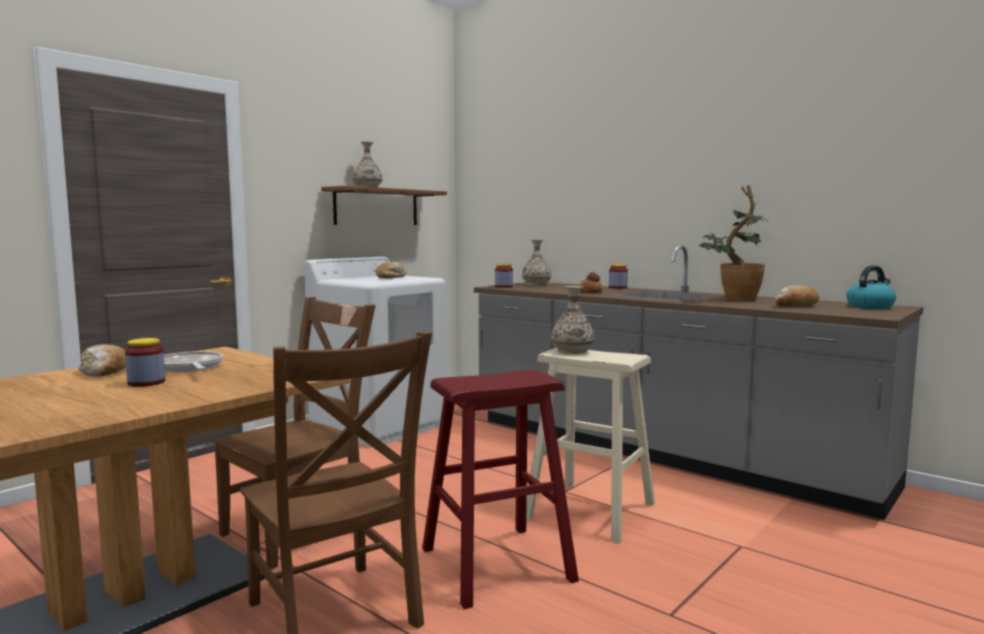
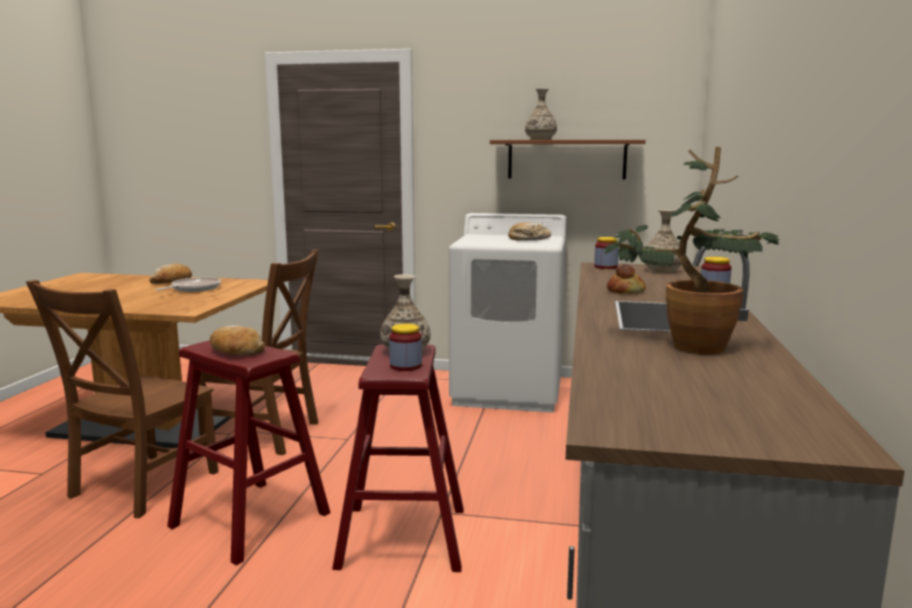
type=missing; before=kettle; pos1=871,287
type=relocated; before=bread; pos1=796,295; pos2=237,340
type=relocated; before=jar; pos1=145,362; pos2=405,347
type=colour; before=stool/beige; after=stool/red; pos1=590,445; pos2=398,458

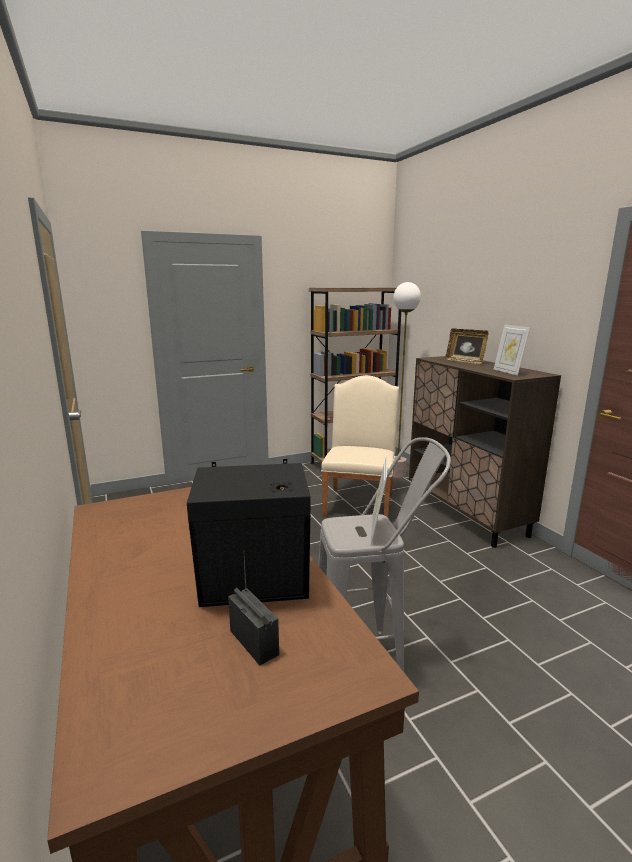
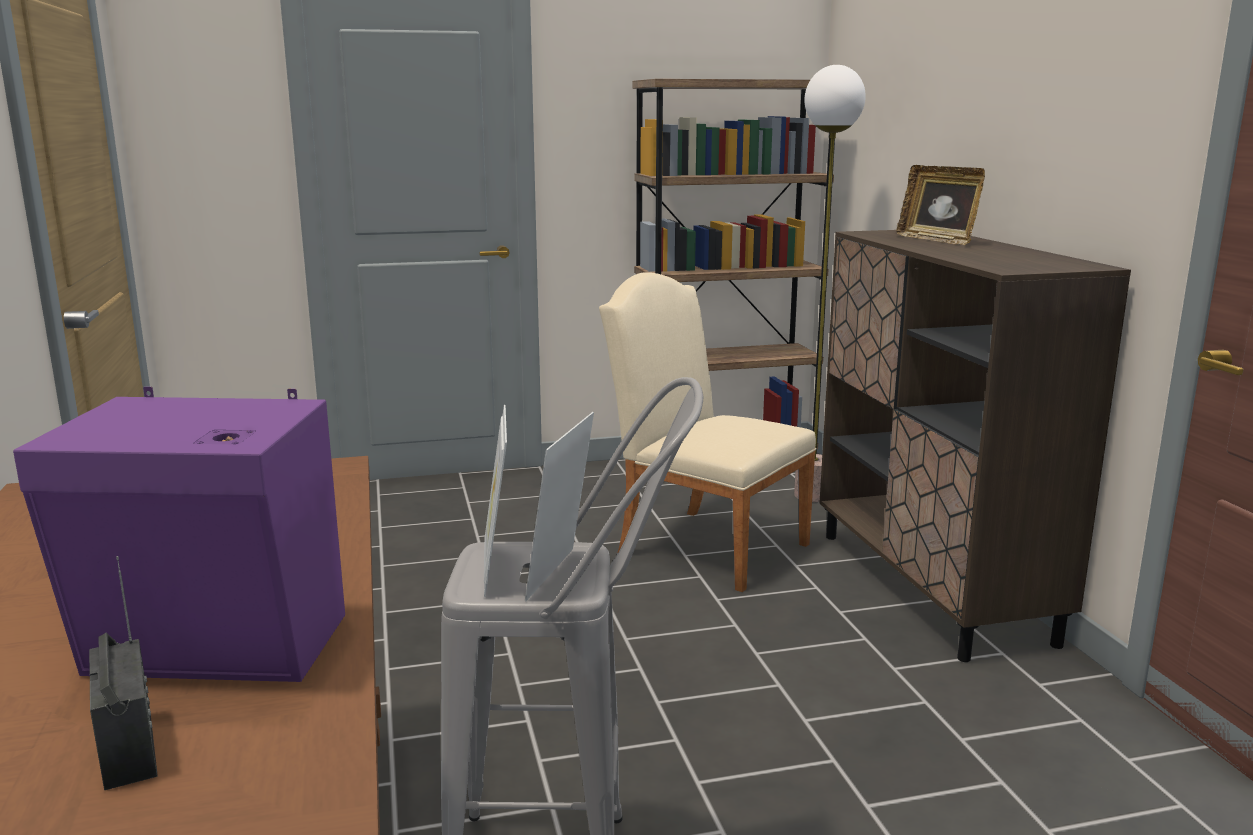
type=relocated; before=picture frame; pos1=512,350; pos2=495,501
type=spun; before=chair/beige; pos1=360,446; pos2=708,432; turn=-75
type=colour; before=speaker/black; after=speaker/purple; pos1=249,533; pos2=179,534

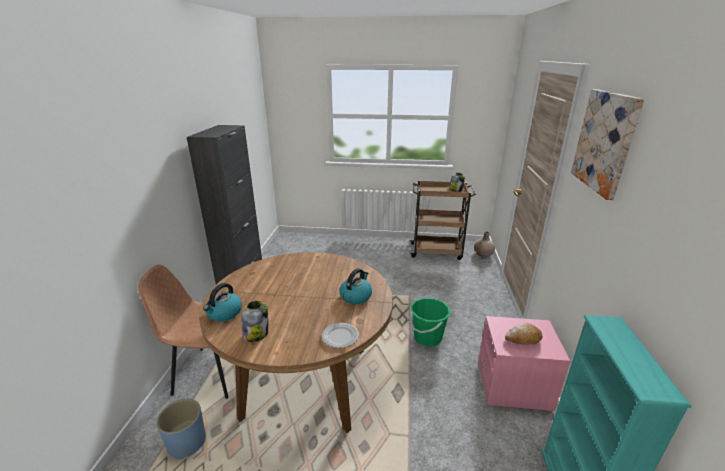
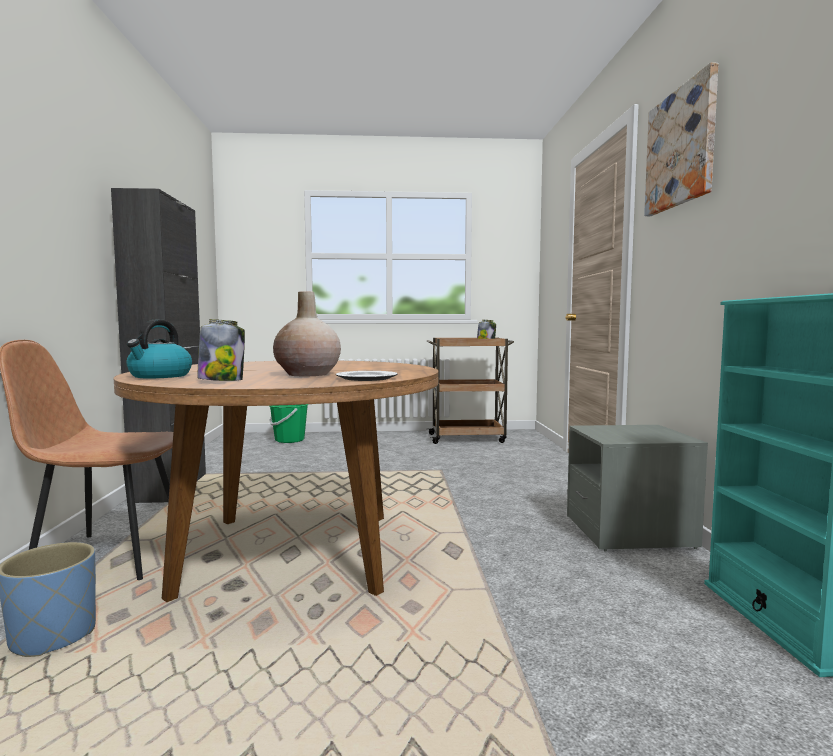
type=relocated; before=vase/beige; pos1=484,244; pos2=307,333
type=missing; before=kettle; pos1=356,286
type=relocated; before=bucket/green; pos1=430,322; pos2=288,423
type=colour; before=nightstand/pink; after=nightstand/grey; pos1=524,364; pos2=637,488
type=missing; before=bread; pos1=523,334

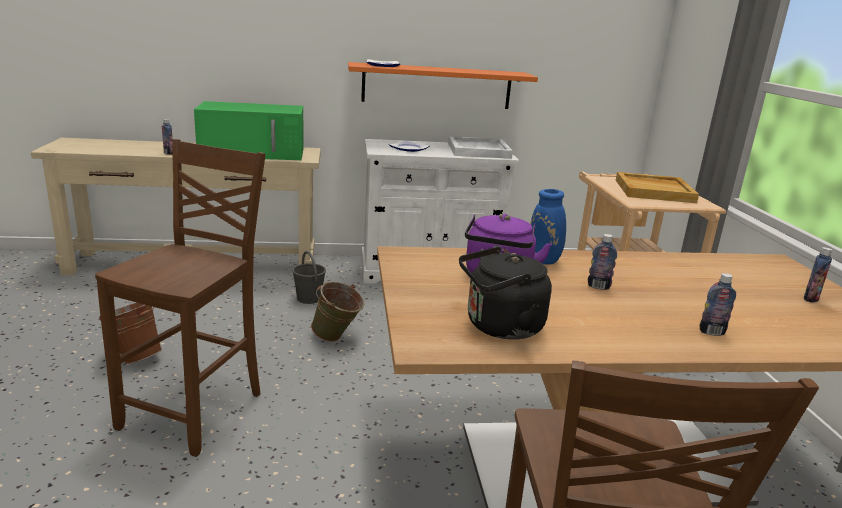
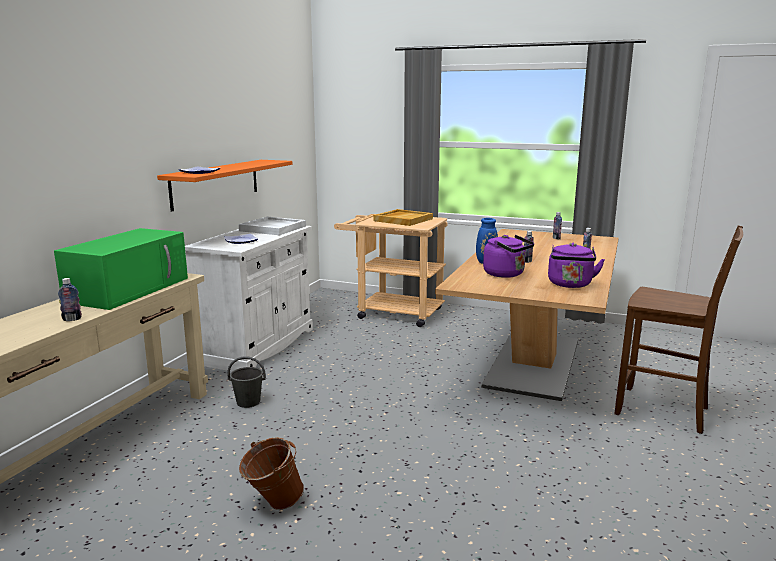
type=missing; before=chair/brown; pos1=180,298
type=colour; before=kettle/black; after=kettle/purple; pos1=505,293; pos2=576,265
type=missing; before=bucket/green; pos1=338,311

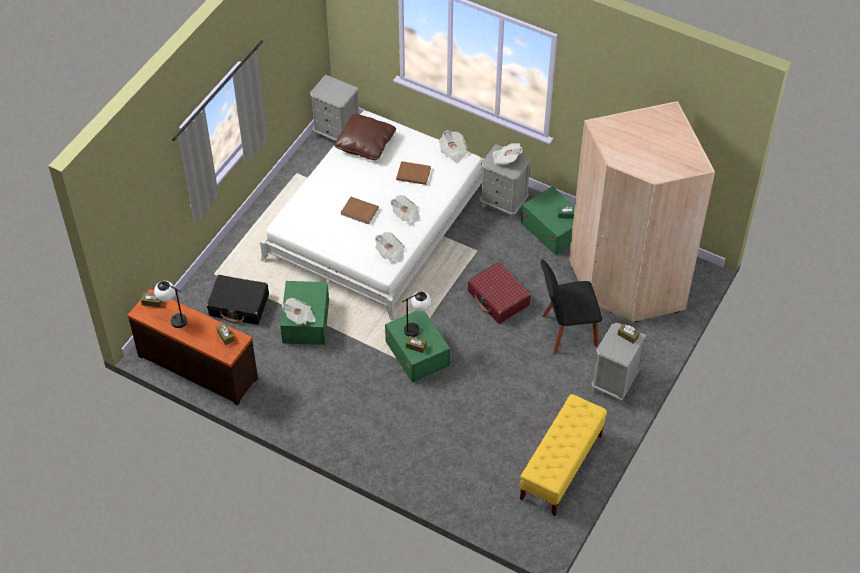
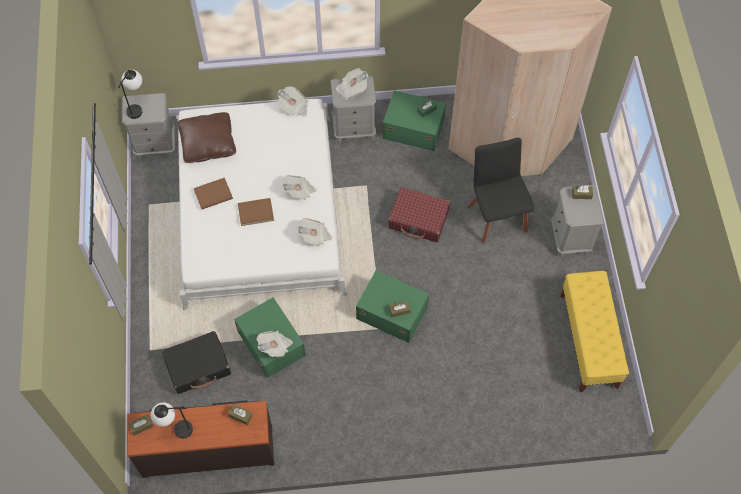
type=relocated; before=book/brown; pos1=413,173; pos2=213,193
type=spun; before=chair/black; pos1=571,307; pos2=500,190; turn=120
type=relocated; before=table lamp; pos1=416,314; pos2=130,94

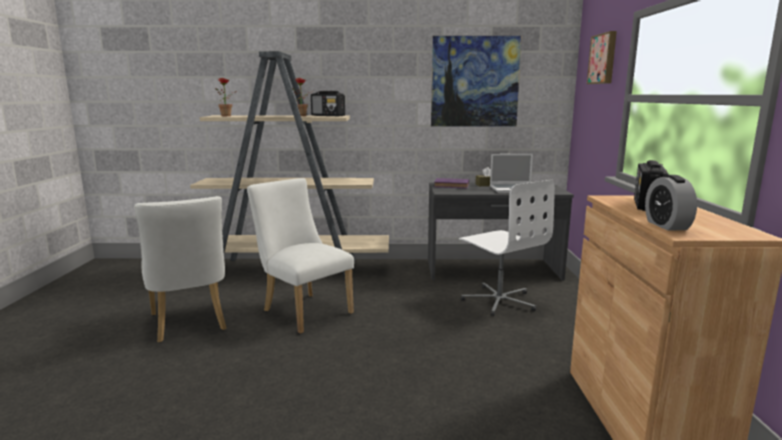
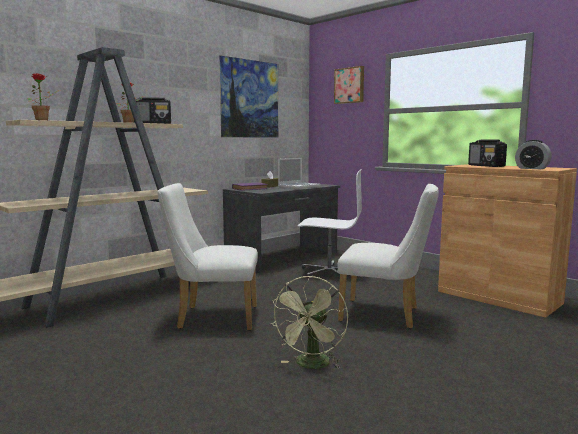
type=relocated; before=chair/white; pos1=180,269; pos2=388,256
type=appeared; after=fan/green; pos2=309,322

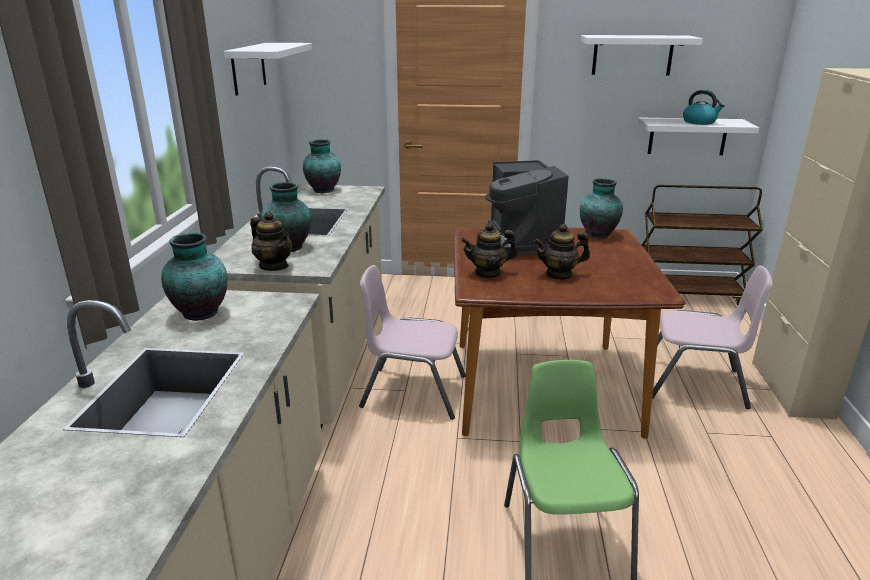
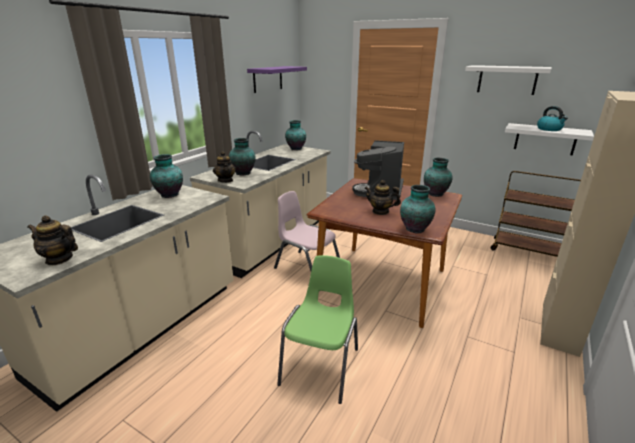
type=colour; before=shelf/white; after=shelf/purple; pos1=268,69; pos2=277,79
type=relocated; before=teapot; pos1=489,251; pos2=52,240
type=missing; before=chair/pink; pos1=712,337
type=appeared; after=vase; pos2=418,209

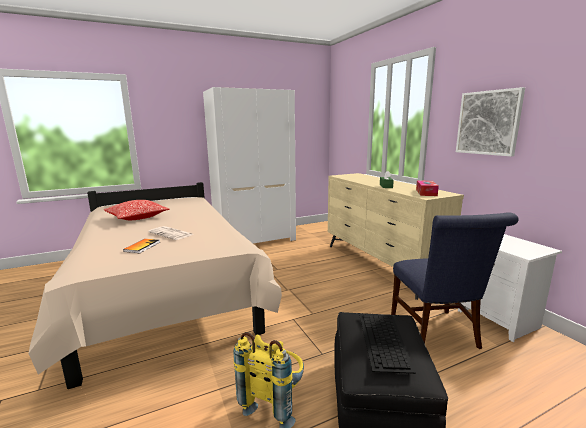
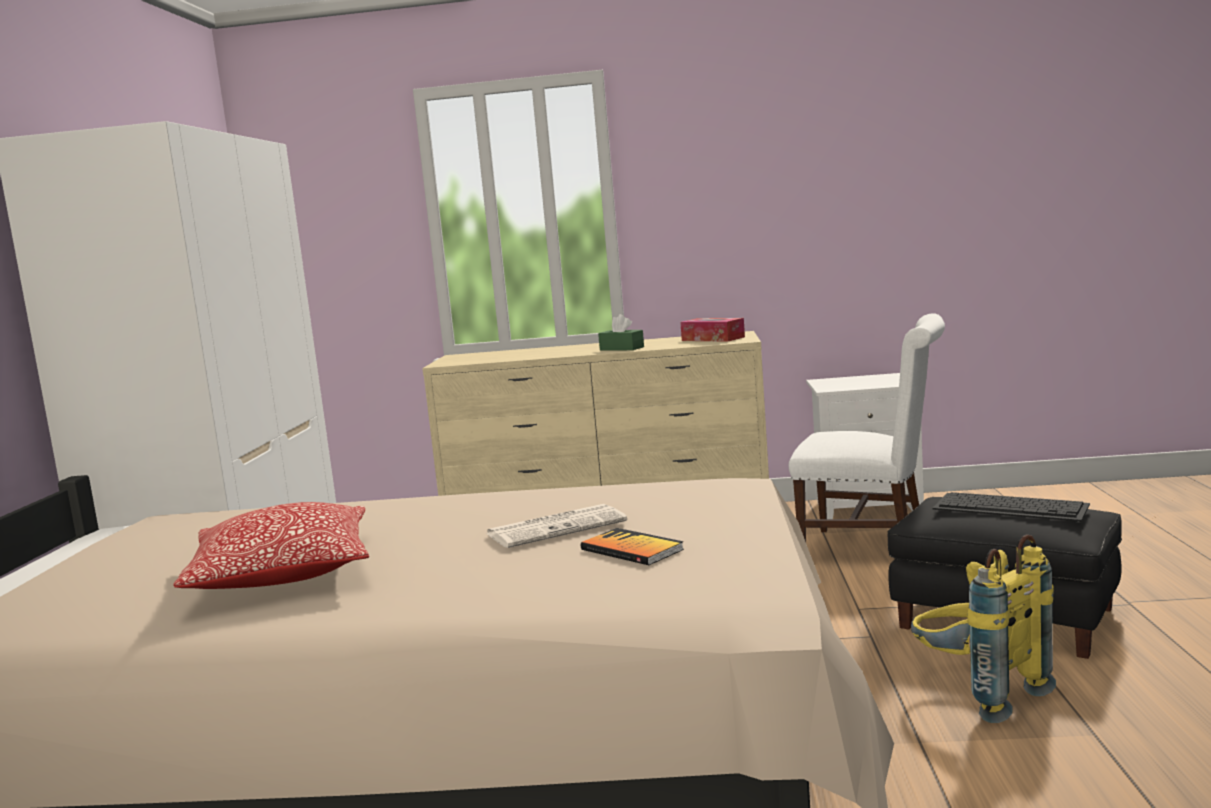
type=missing; before=picture; pos1=490,121
type=colour; before=chair/blue; after=chair/white; pos1=455,280; pos2=867,427

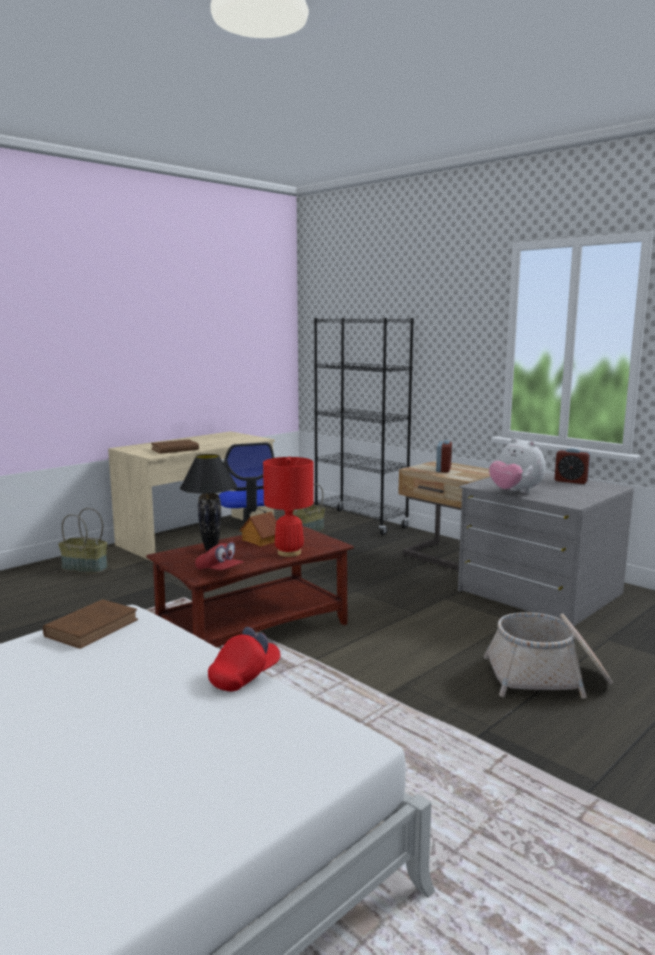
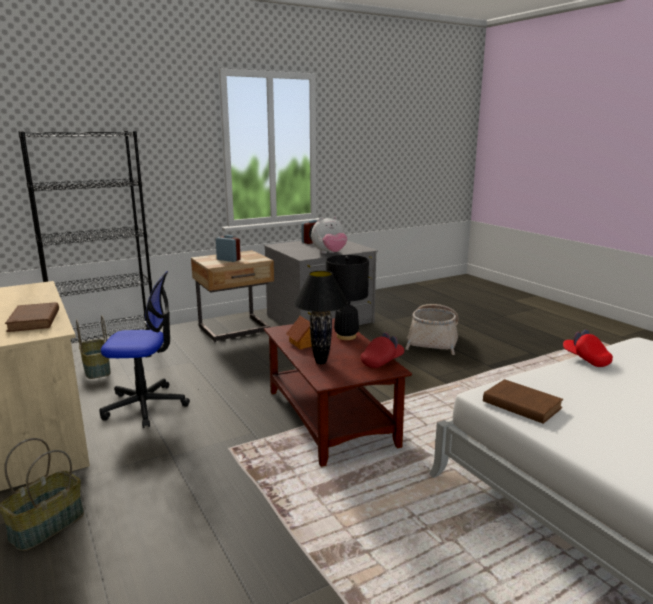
type=colour; before=table lamp/red; after=table lamp/black; pos1=288,507; pos2=347,297

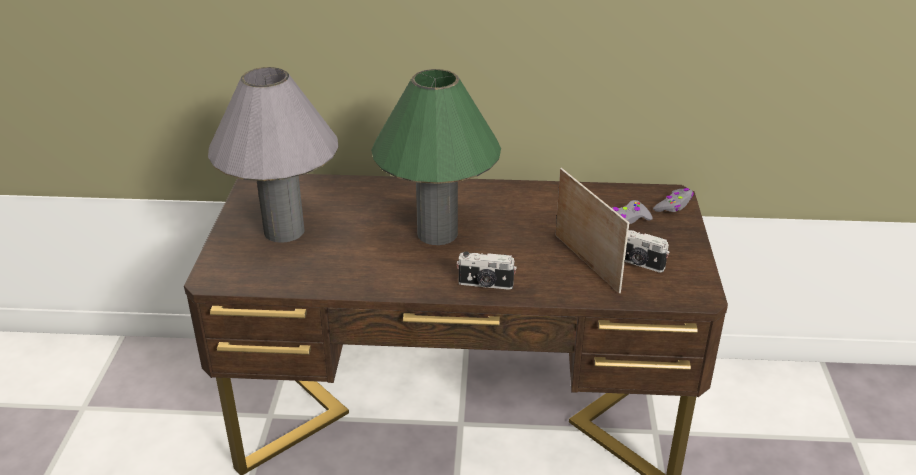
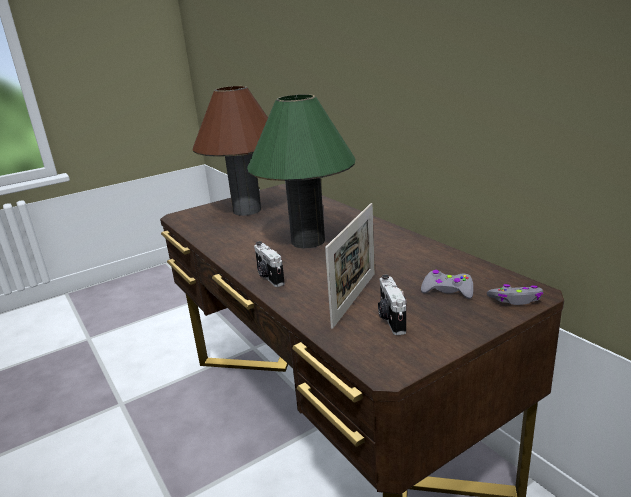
type=colour; before=table lamp/grey; after=table lamp/brown; pos1=273,155; pos2=230,151

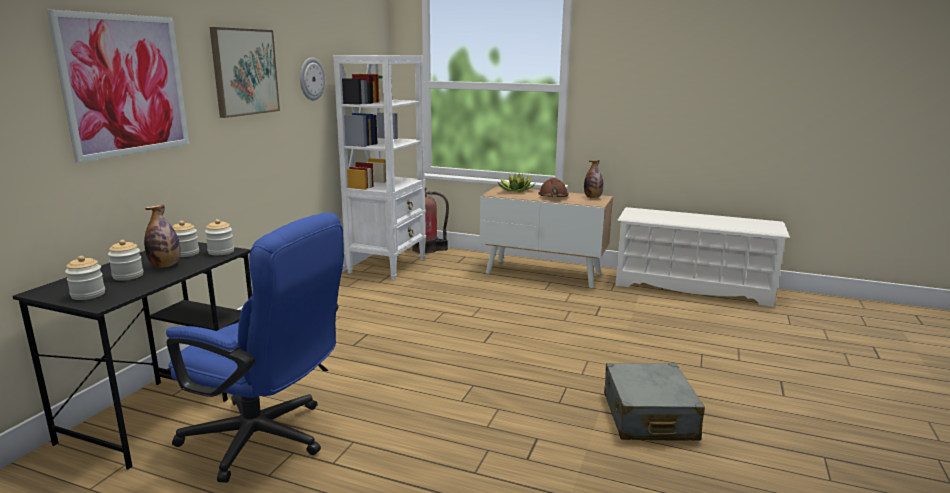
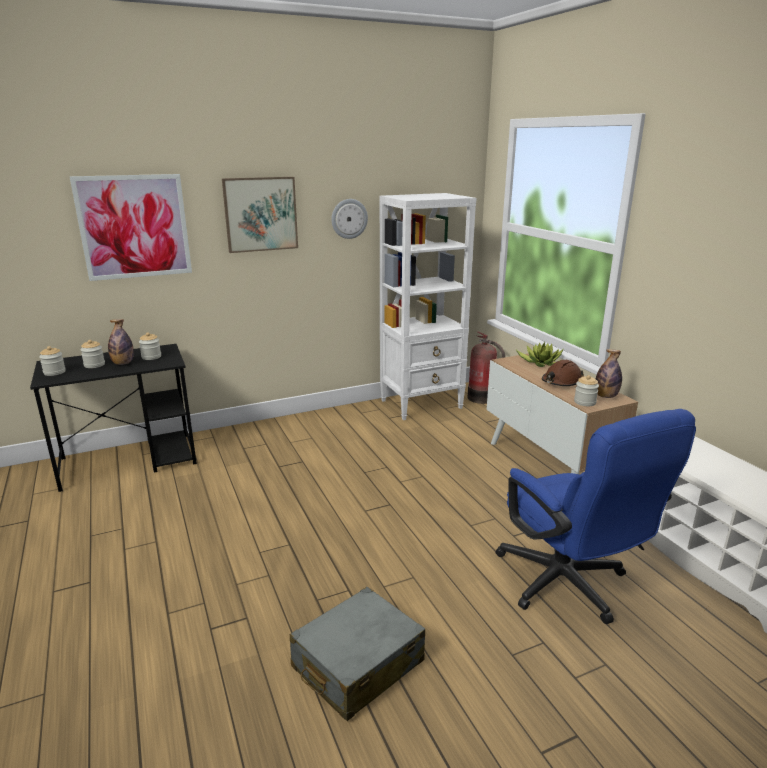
type=relocated; before=office chair/blue; pos1=255,347; pos2=595,516
type=relocated; before=jar; pos1=219,237; pos2=586,390

